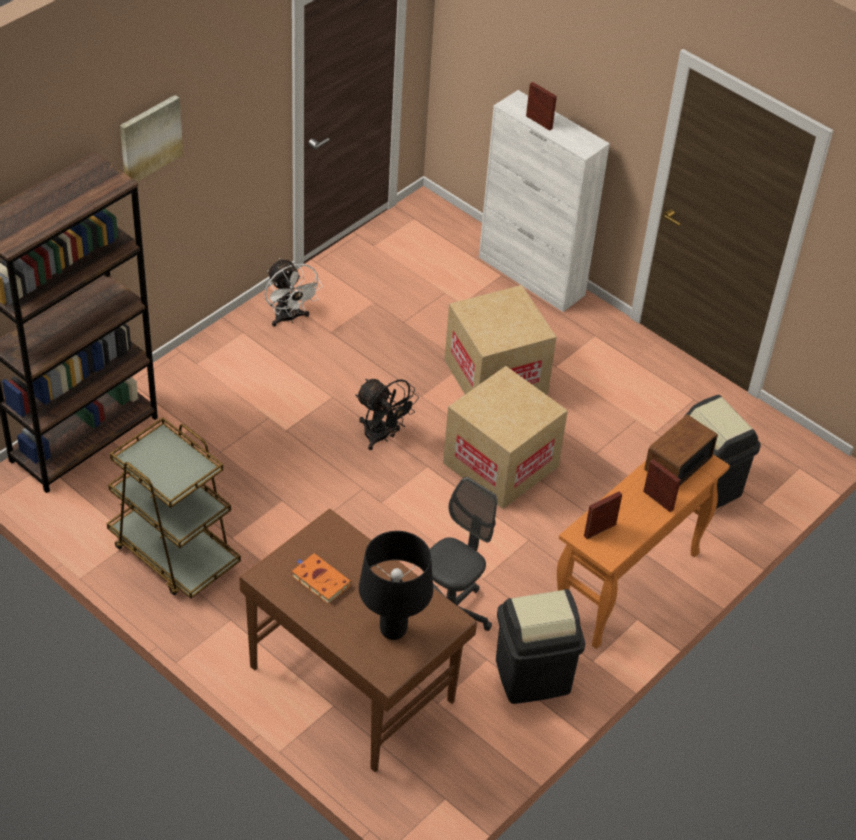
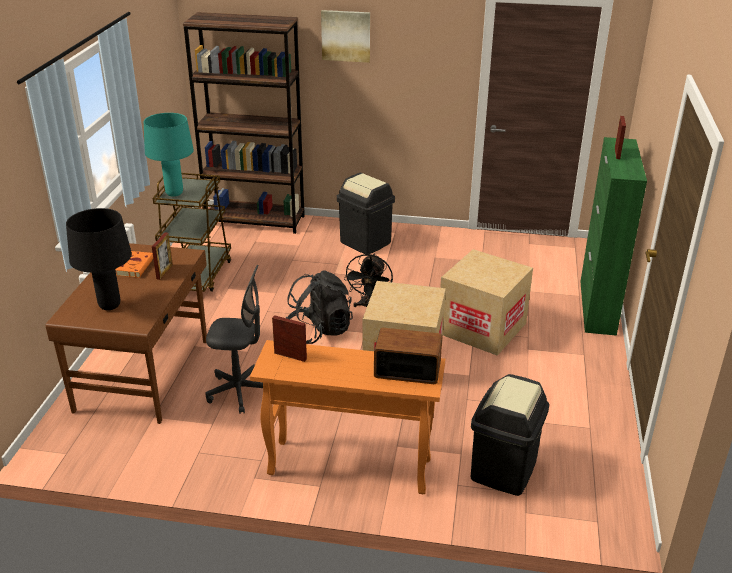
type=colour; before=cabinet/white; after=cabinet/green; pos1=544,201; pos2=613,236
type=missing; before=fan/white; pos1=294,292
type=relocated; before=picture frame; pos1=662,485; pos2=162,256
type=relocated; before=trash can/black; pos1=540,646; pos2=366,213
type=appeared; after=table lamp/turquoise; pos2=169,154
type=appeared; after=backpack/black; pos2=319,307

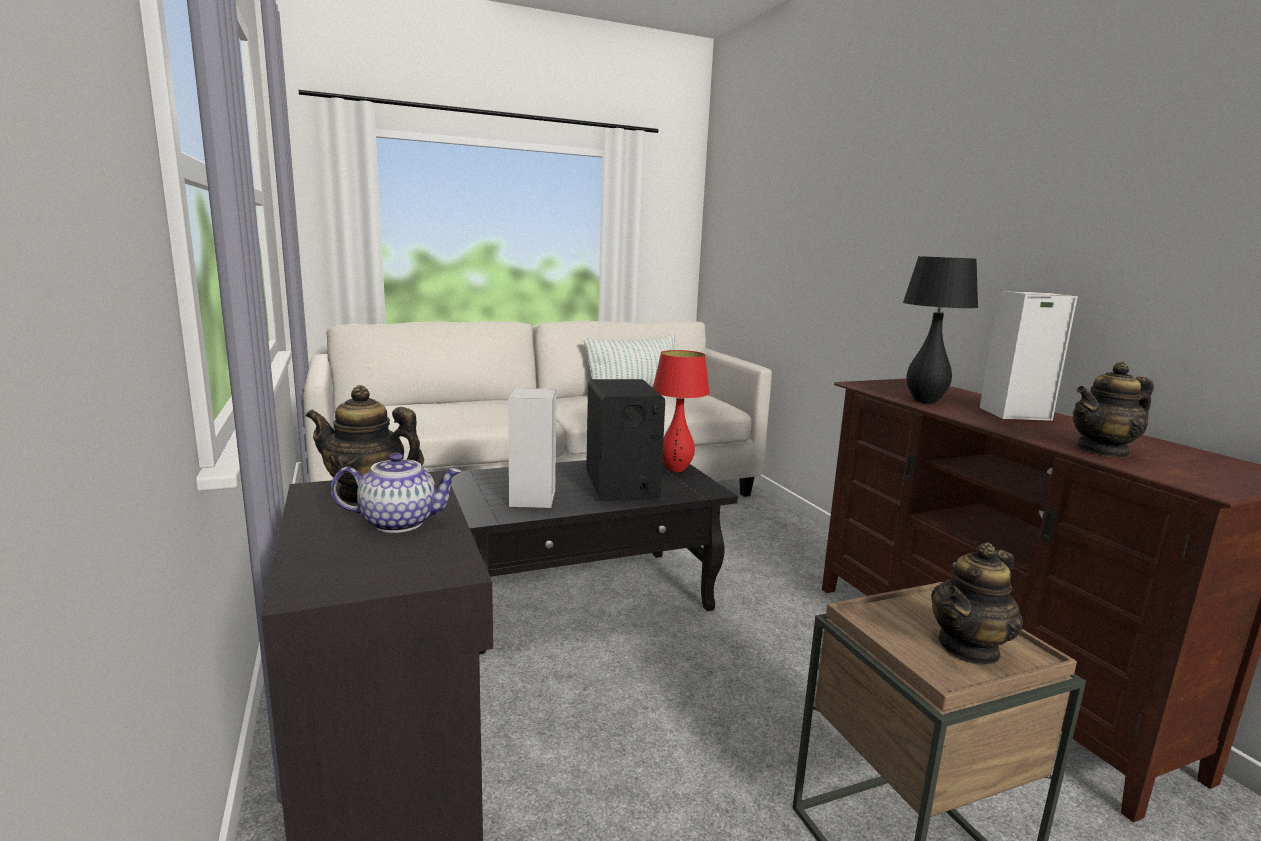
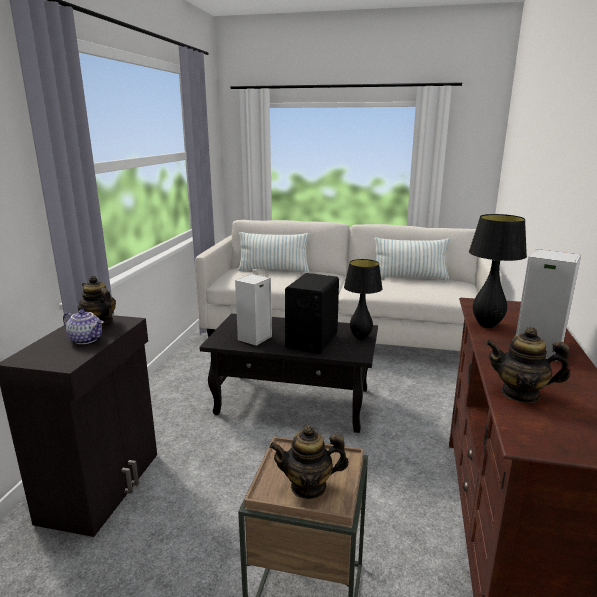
type=colour; before=table lamp/red; after=table lamp/black; pos1=681,411; pos2=363,299
type=appeared; after=pillow; pos2=274,252

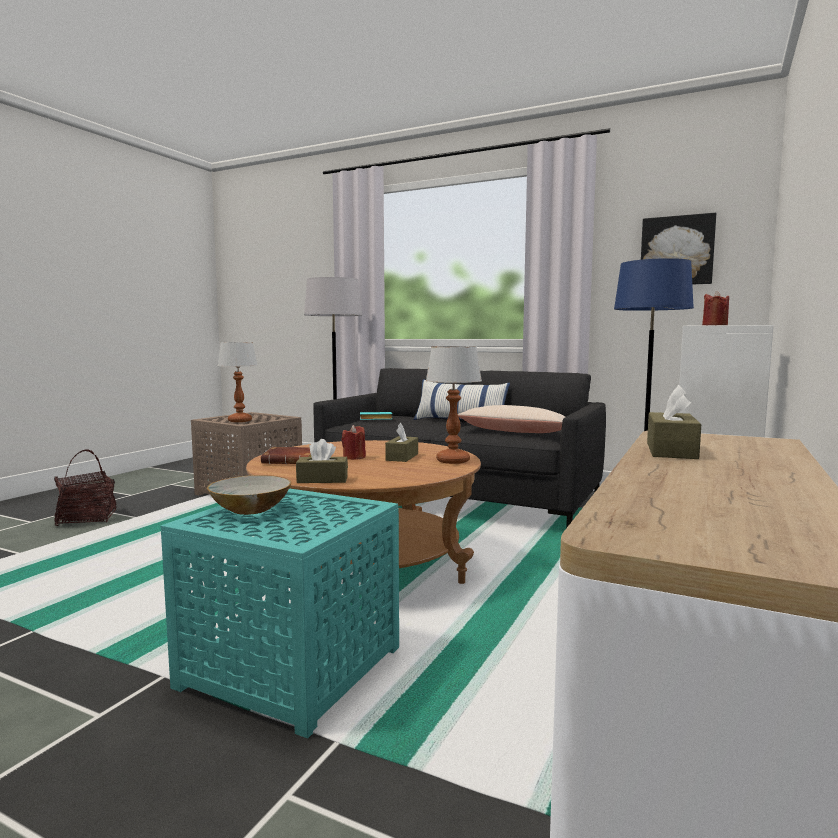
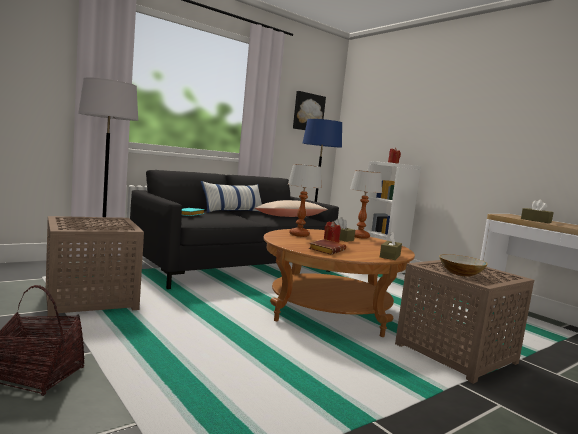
type=relocated; before=table lamp; pos1=237,382; pos2=305,200
type=colour; before=side table/turquoise; after=side table/brown; pos1=280,613; pos2=464,322

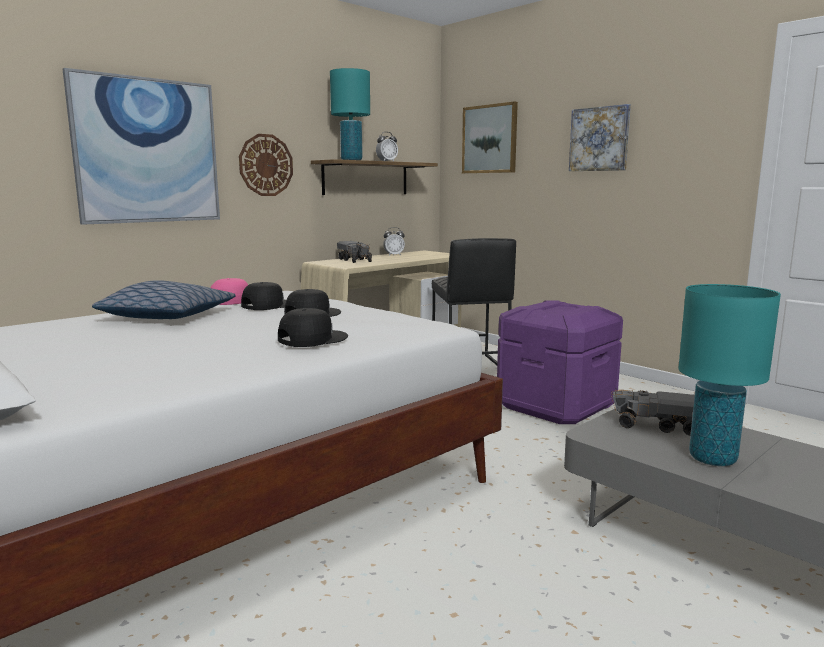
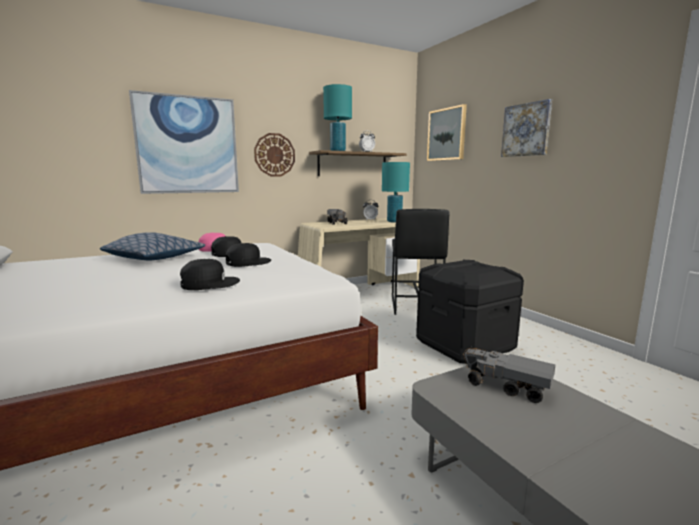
type=relocated; before=table lamp/turquoise; pos1=729,375; pos2=396,192
type=colour; before=storage box/purple; after=storage box/black; pos1=560,362; pos2=470,312

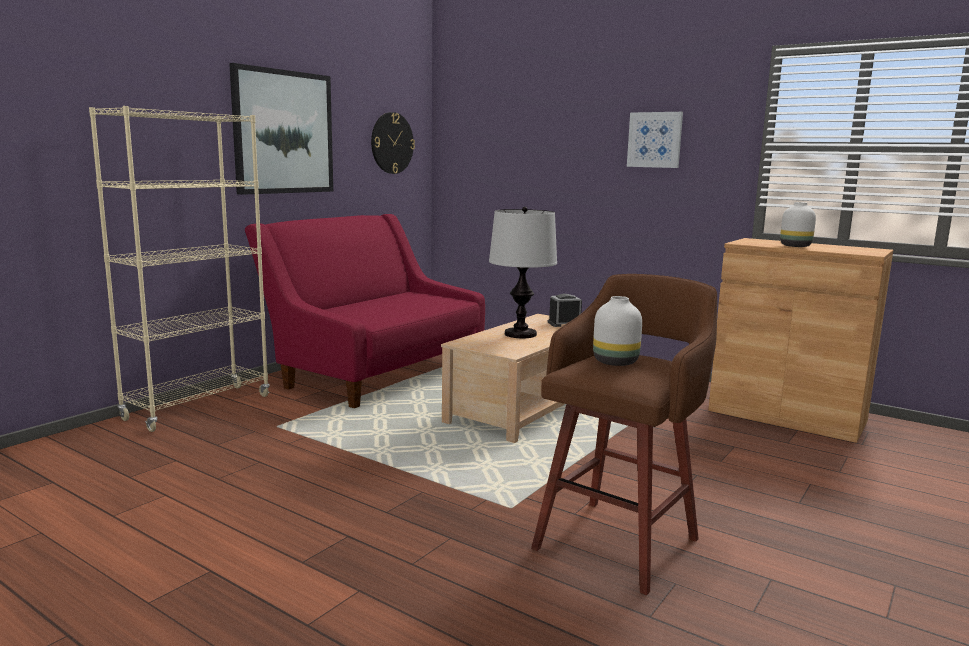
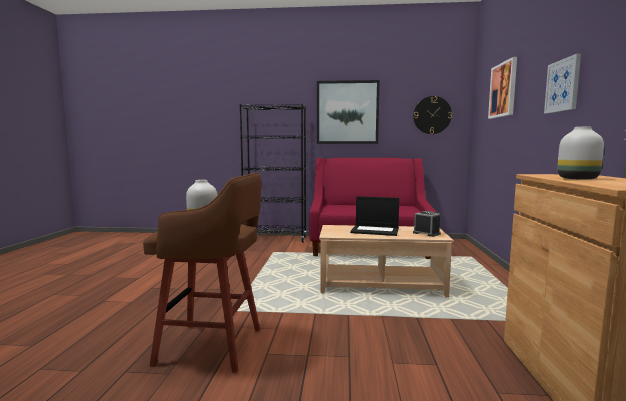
type=colour; before=bookcase/beige; after=bookcase/black; pos1=179,269; pos2=273,173
type=exchanged; before=table lamp; after=laptop; pos1=523,272; pos2=374,216
type=appeared; after=picture; pos2=502,88

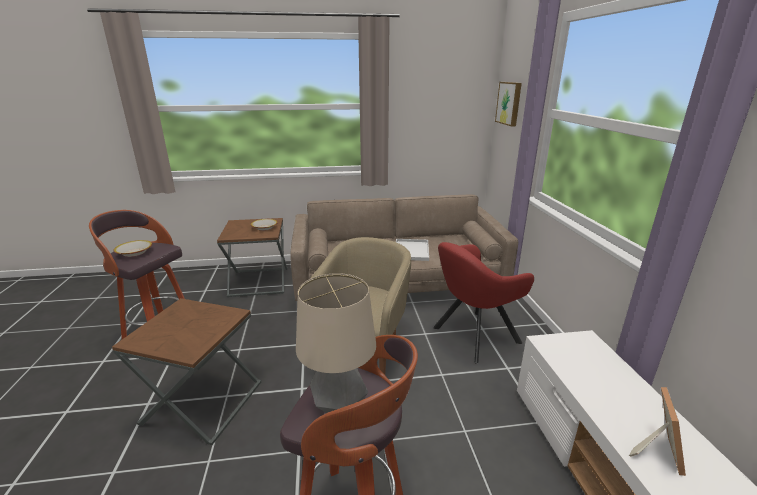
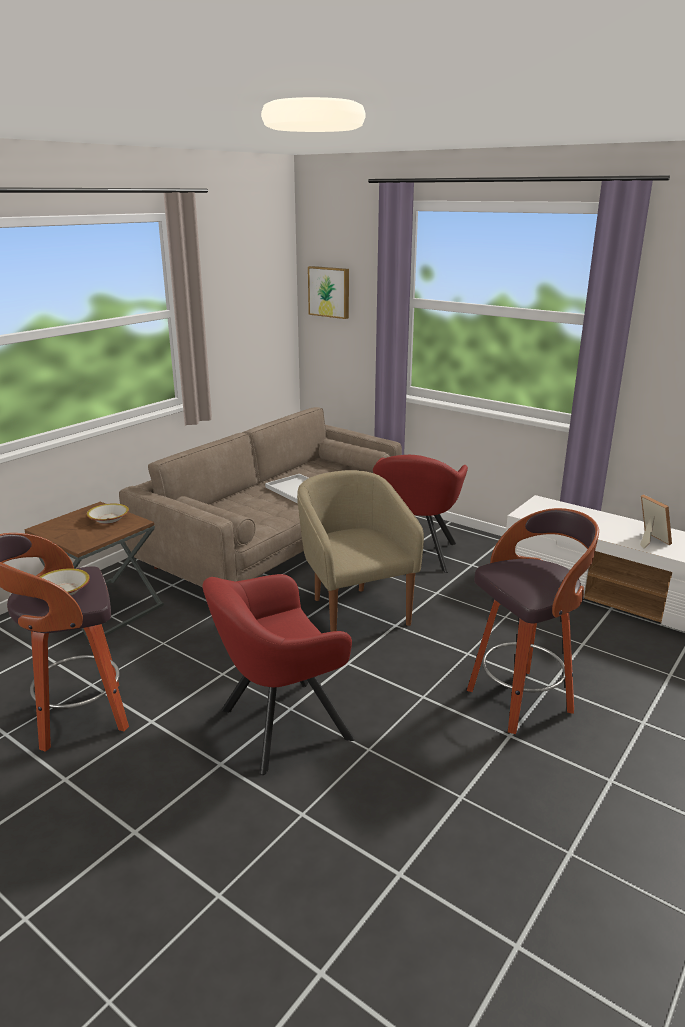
type=missing; before=table lamp; pos1=336,343
type=exchanged; before=side table/brown; after=armchair/red; pos1=186,371; pos2=278,674

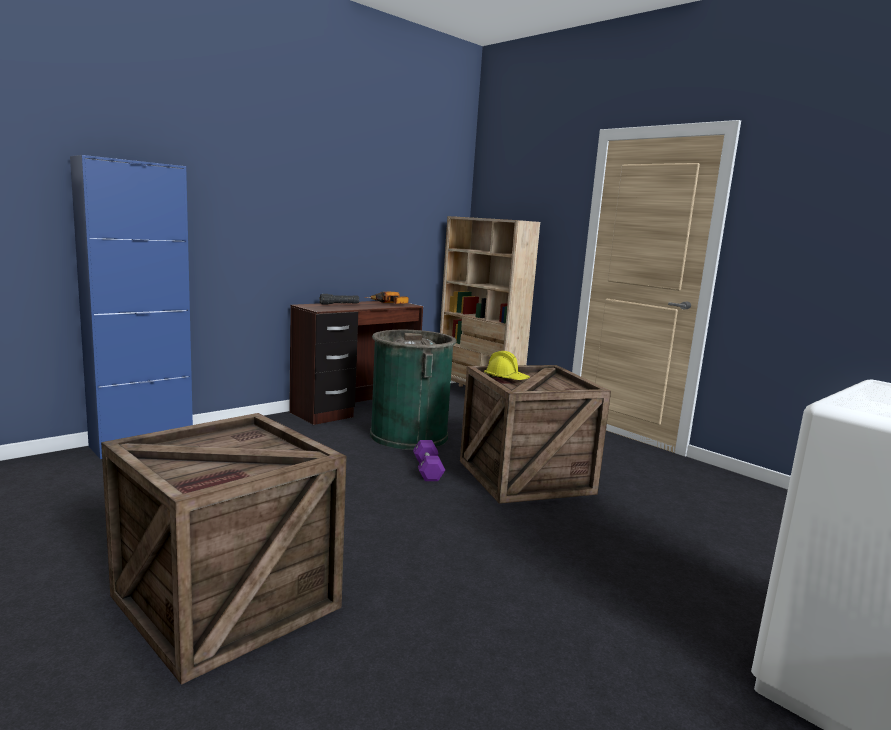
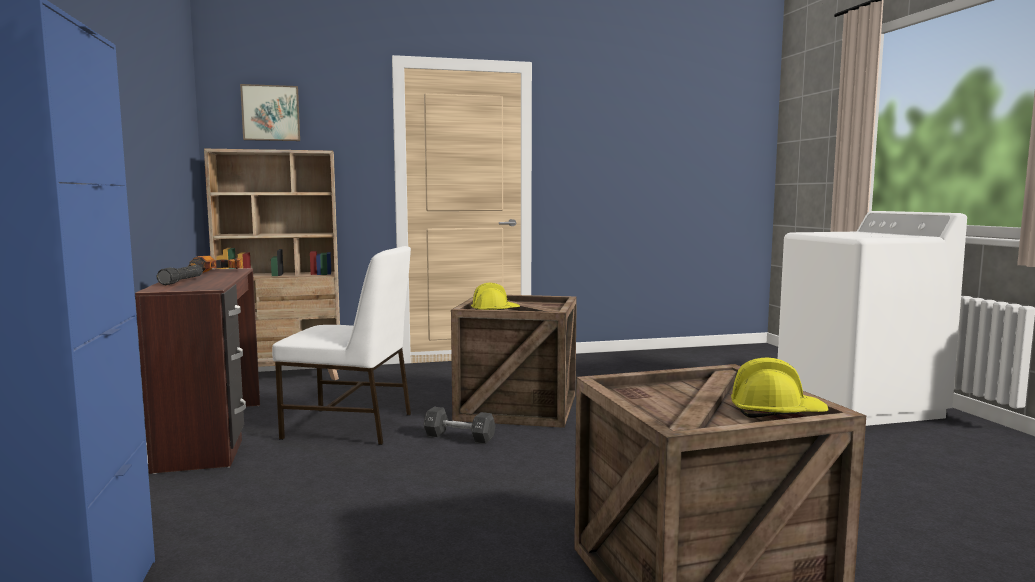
type=exchanged; before=trash can/green; after=chair/white; pos1=413,390; pos2=341,345
type=colour; before=dumbbell/purple; after=dumbbell/black; pos1=429,460; pos2=459,425
type=appeared; after=picture; pos2=270,112
type=appeared; after=hard hat/yellow; pos2=779,388

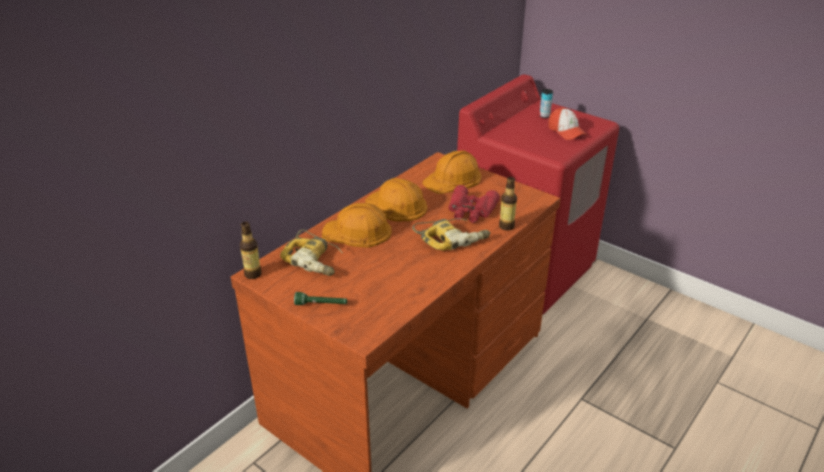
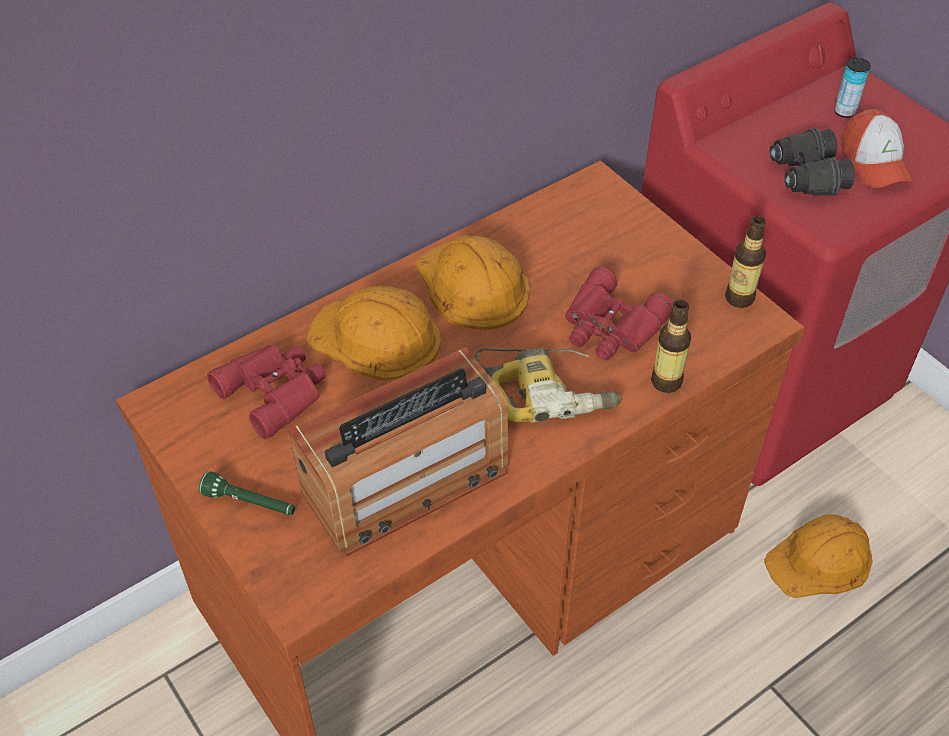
type=relocated; before=hard hat/orange; pos1=451,172; pos2=818,556
type=relocated; before=bottle; pos1=251,250; pos2=745,262
type=exchanged; before=power drill; after=binoculars/red; pos1=311,252; pos2=266,392
type=appeared; after=binoculars/black; pos2=812,162
type=appeared; after=radio; pos2=399,451

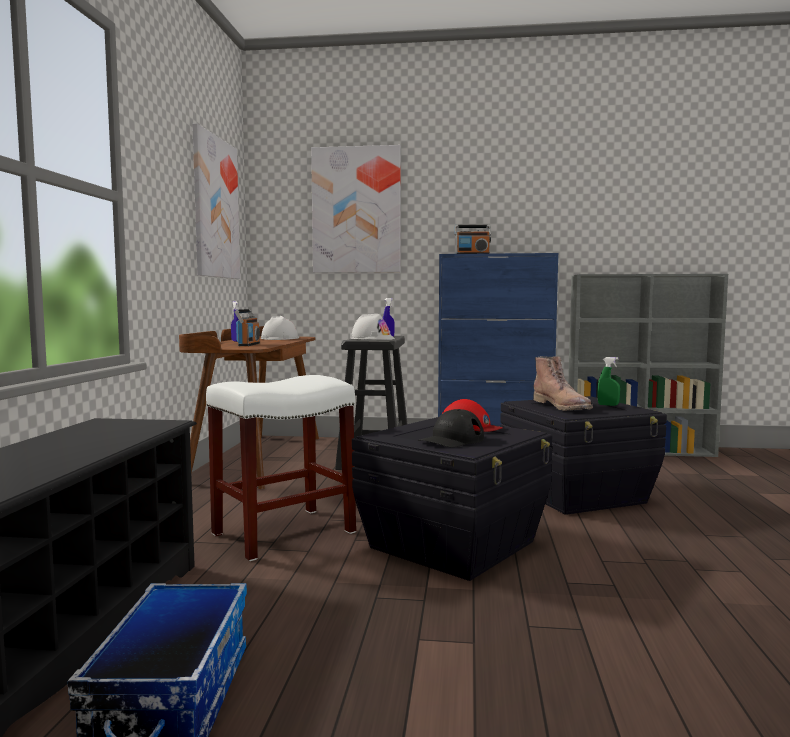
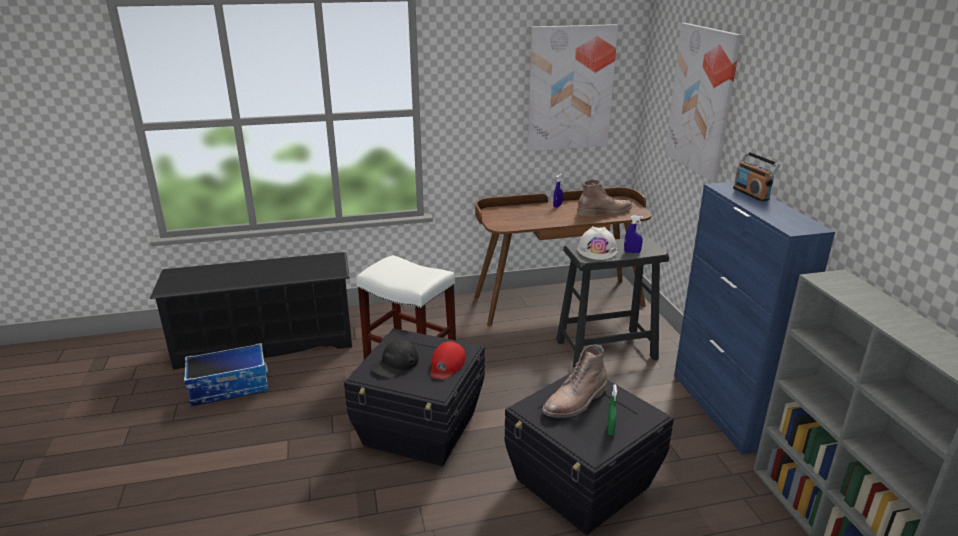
type=missing; before=radio; pos1=247,327
type=exchanged; before=hard hat/white; after=boot/brown; pos1=280,328; pos2=604,198
type=spun; before=cap/black; pos1=451,428; pos2=394,359; turn=-75

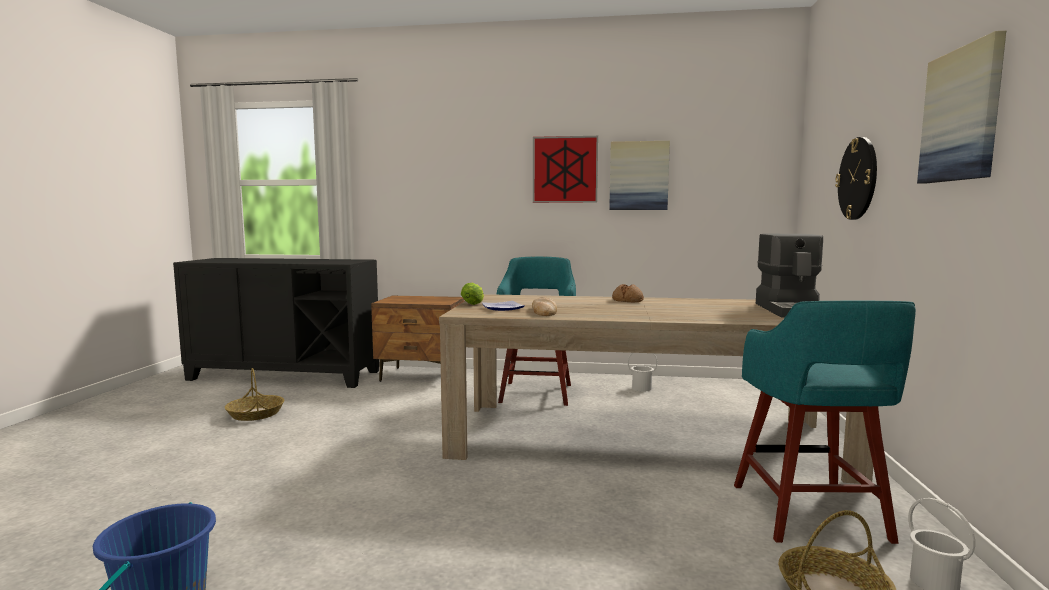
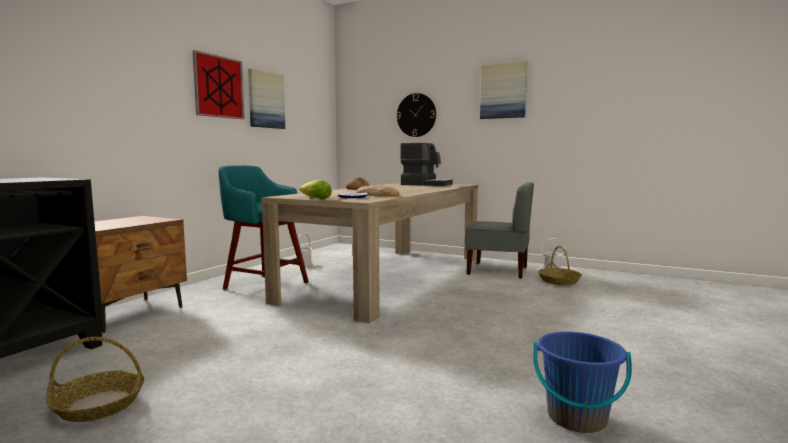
type=exchanged; before=stool/turquoise; after=chair/grey; pos1=825,422; pos2=500,230

